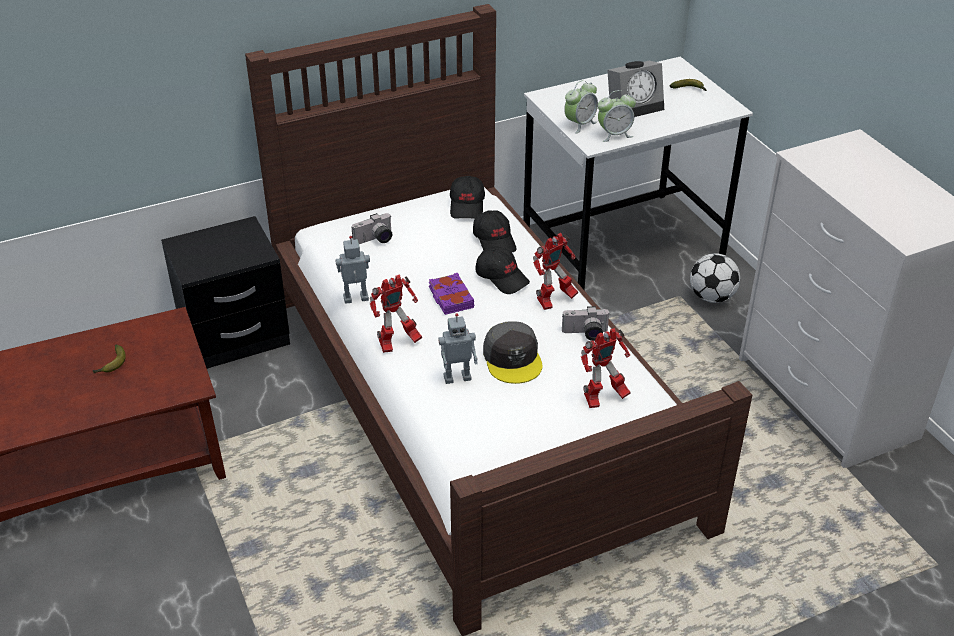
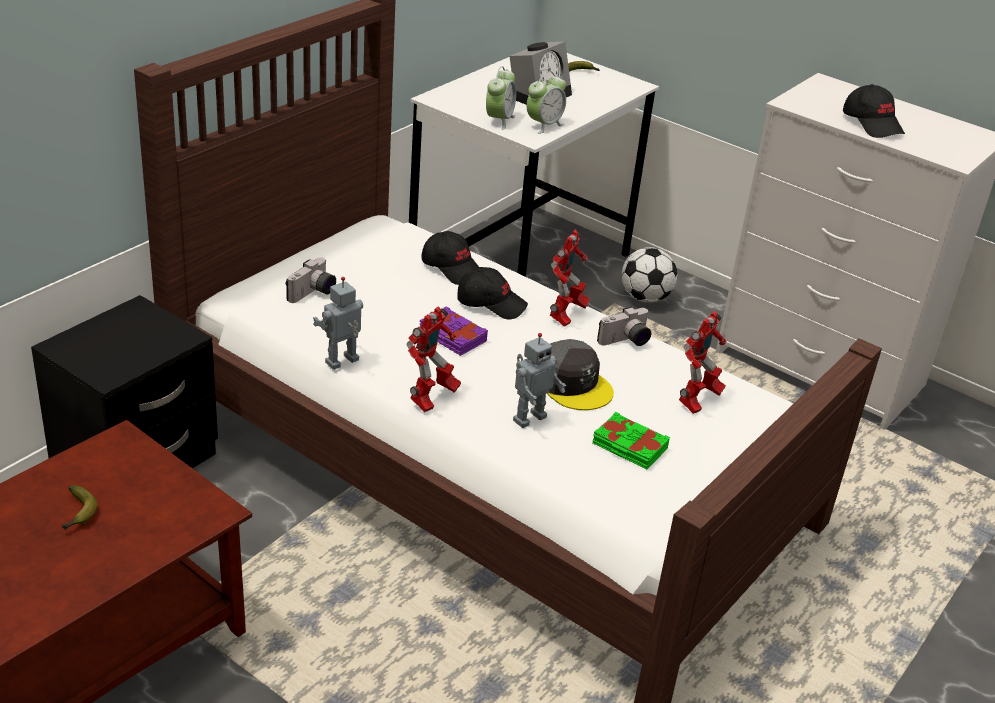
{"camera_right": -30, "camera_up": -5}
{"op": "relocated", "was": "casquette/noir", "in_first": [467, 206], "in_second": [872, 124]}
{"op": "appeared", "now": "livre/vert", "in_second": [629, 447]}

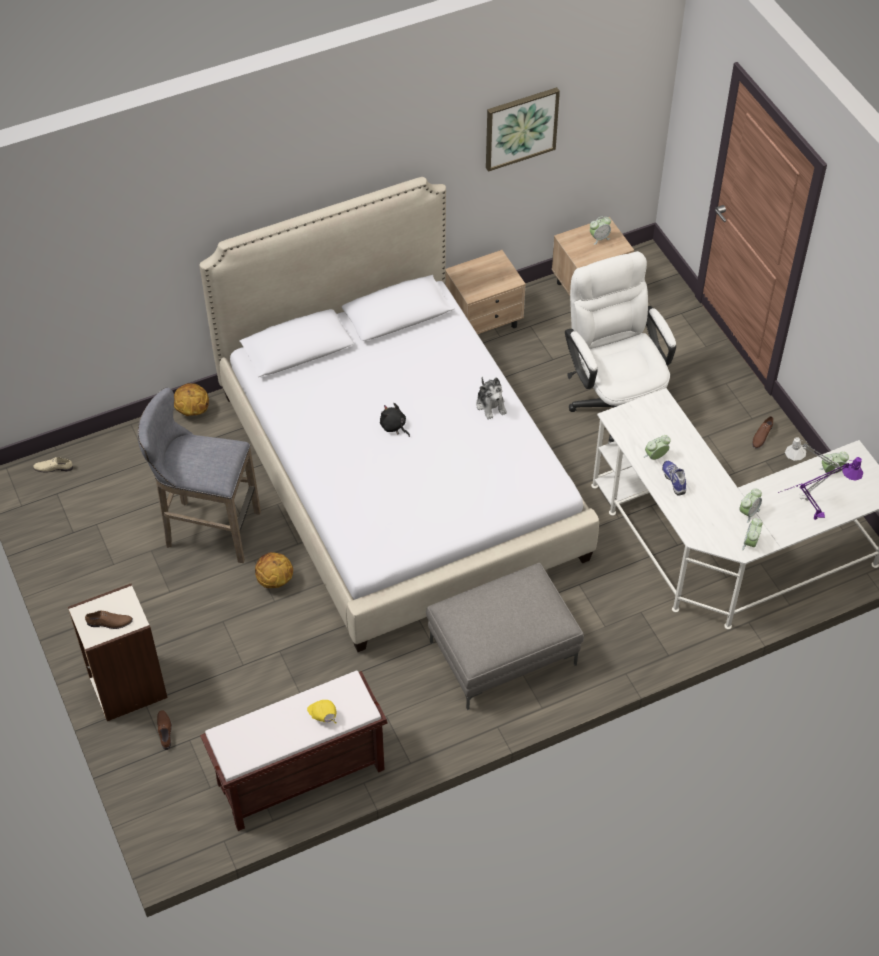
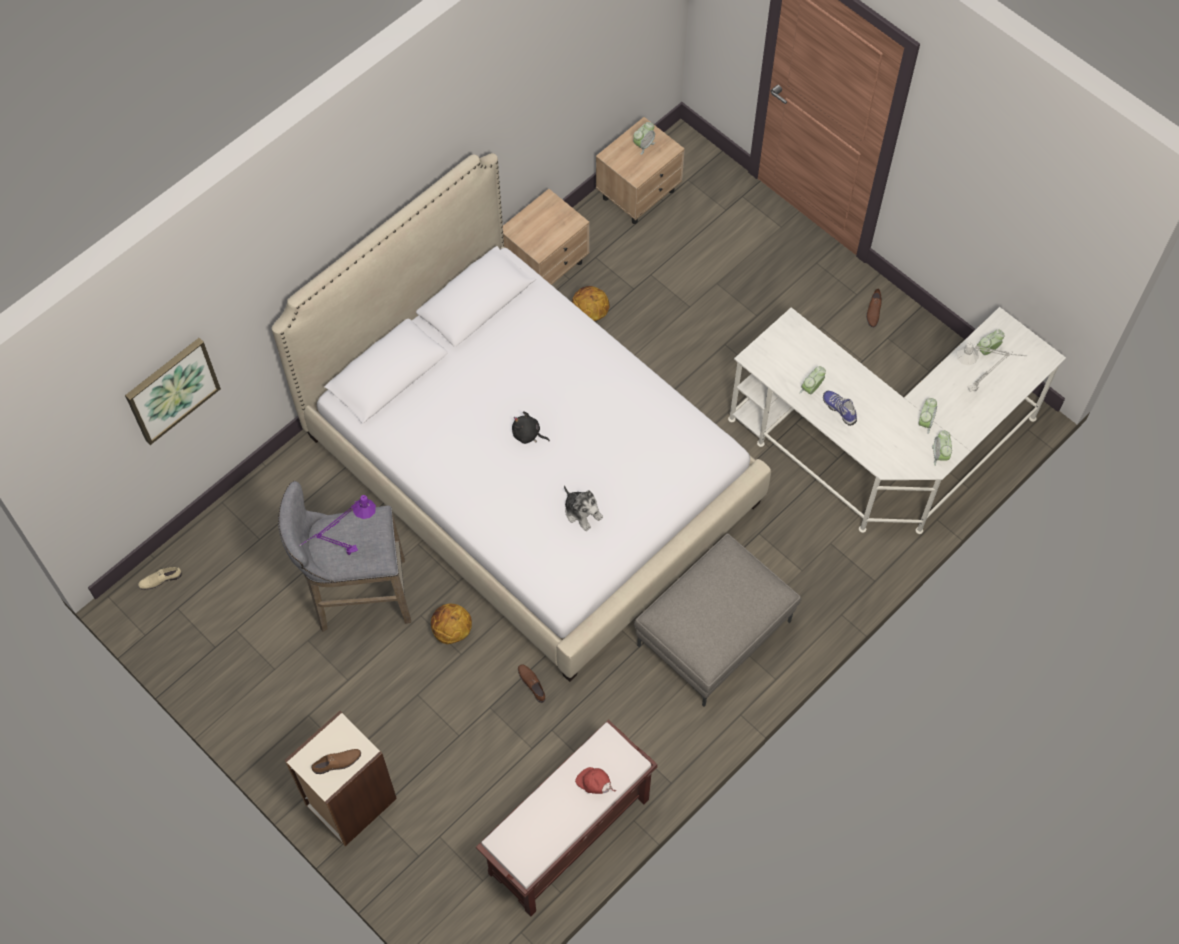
{"camera_right": -20, "camera_up": 10}
{"op": "relocated", "was": "tableau", "in_first": [520, 128], "in_second": [171, 389]}
{"op": "missing", "was": "chaise de bureau/blanc", "in_first": [614, 400]}
{"op": "relocated", "was": "peluche", "in_first": [491, 405], "in_second": [582, 512]}
{"op": "relocated", "was": "ballon de basket", "in_first": [192, 411], "in_second": [589, 314]}
{"op": "relocated", "was": "lampe de table/violet", "in_first": [809, 519], "in_second": [343, 556]}
{"op": "colour", "was": "casquette/jaune", "now": "casquette/rouge", "in_first": [323, 716], "in_second": [594, 784]}
{"op": "relocated", "was": "chaussure/marron", "in_first": [165, 731], "in_second": [532, 684]}

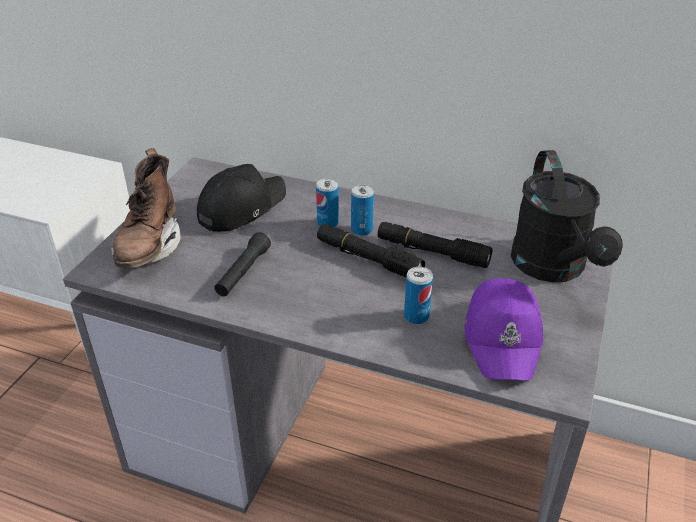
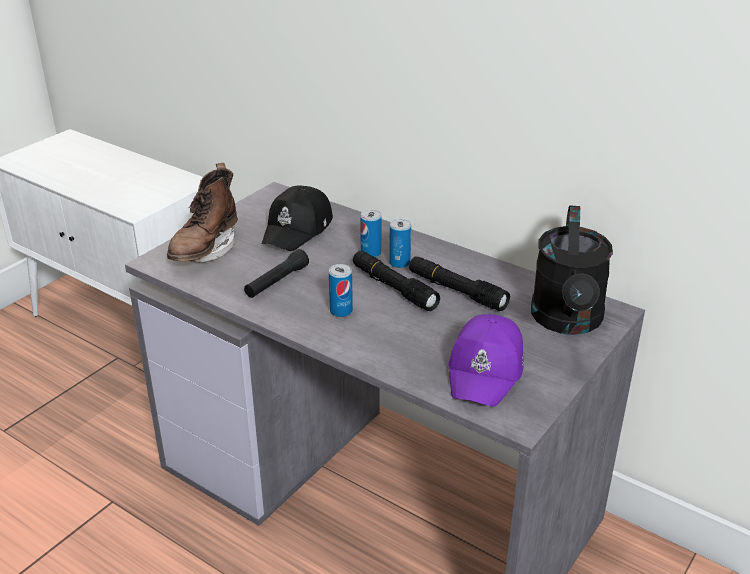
{"camera_right": 15, "camera_up": -5}
{"op": "spun", "was": "casquette/noir", "in_first": [241, 207], "in_second": [298, 229], "clockwise": 150}
{"op": "relocated", "was": "boîte métallique", "in_first": [416, 316], "in_second": [341, 311]}

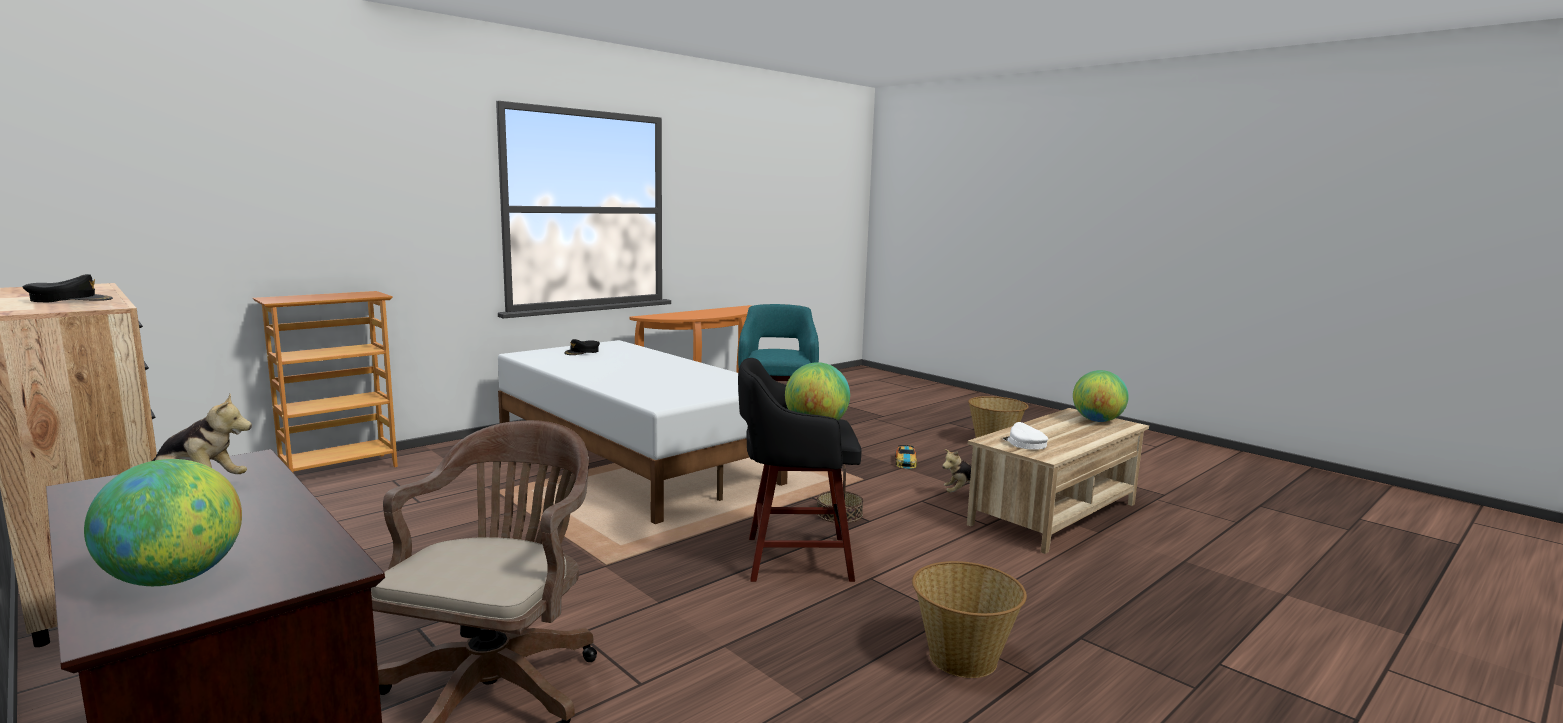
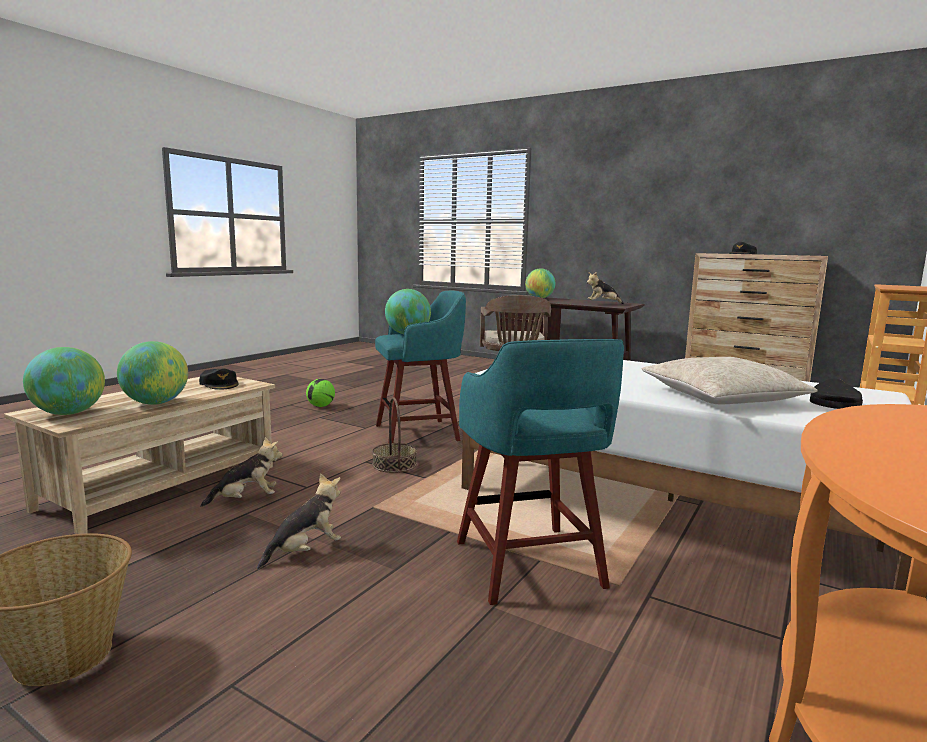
{"camera_right": 165, "camera_up": 0}
{"op": "colour", "was": "tabouret/noir", "now": "tabouret/turquoise", "in_first": [794, 558], "in_second": [420, 432]}
{"op": "colour", "was": "casquette/blanc", "now": "casquette/noir", "in_first": [1024, 443], "in_second": [219, 384]}
{"op": "exchanged", "was": "petite voiture", "now": "peluche", "in_first": [905, 462], "in_second": [305, 551]}
{"op": "exchanged", "was": "panier", "now": "ballon de foot", "in_first": [962, 657], "in_second": [320, 406]}
{"op": "appeared", "now": "globe", "in_second": [156, 403]}
{"op": "appeared", "now": "coussin/beige", "in_second": [722, 397]}

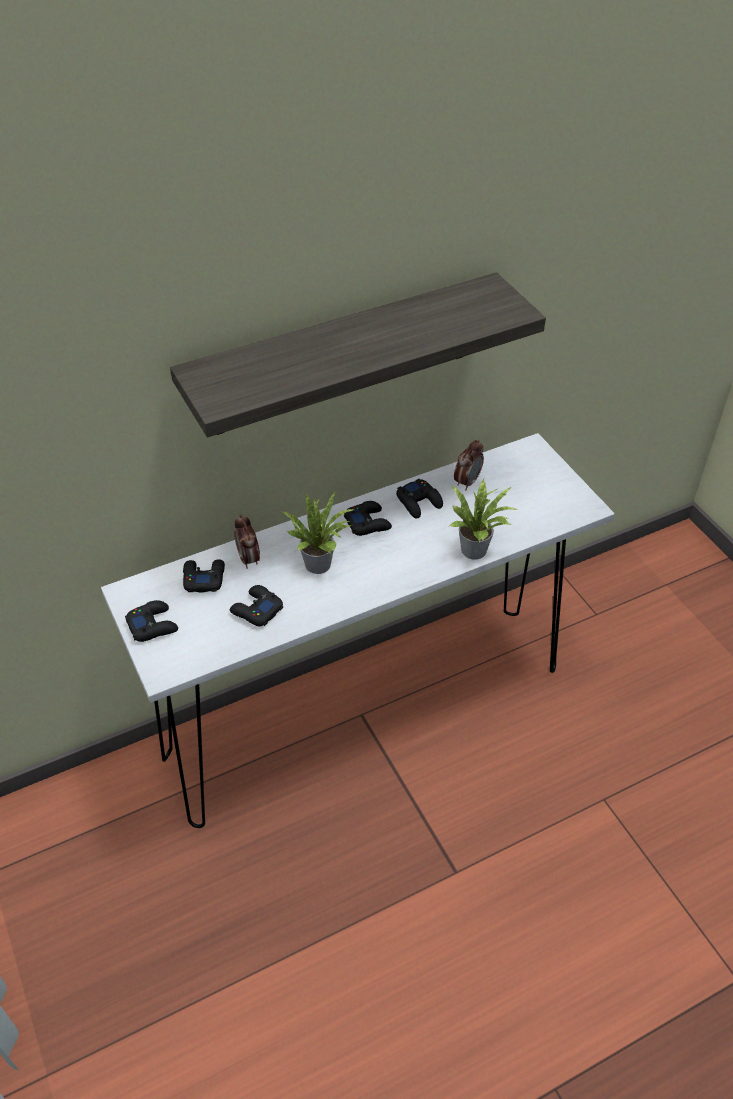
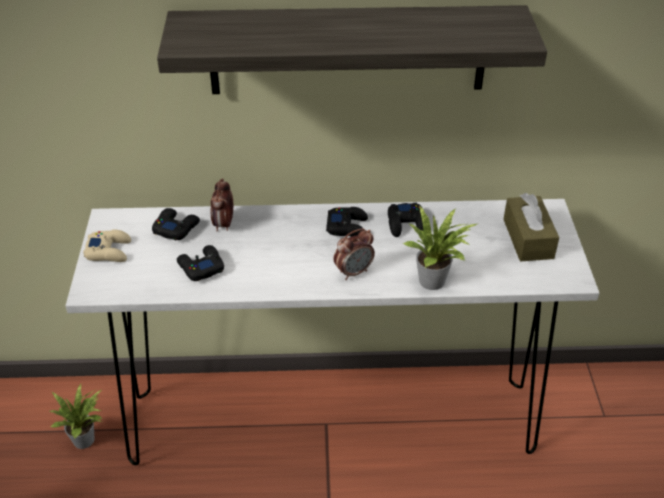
{"camera_right": 25, "camera_up": -5}
{"op": "relocated", "was": "réveil", "in_first": [467, 481], "in_second": [354, 272]}
{"op": "relocated", "was": "plante en pot", "in_first": [320, 562], "in_second": [87, 439]}
{"op": "colour", "was": "manette/noir", "now": "manette/beige", "in_first": [153, 625], "in_second": [109, 251]}
{"op": "appeared", "now": "boîte à mouchoirs/marron", "in_second": [528, 238]}

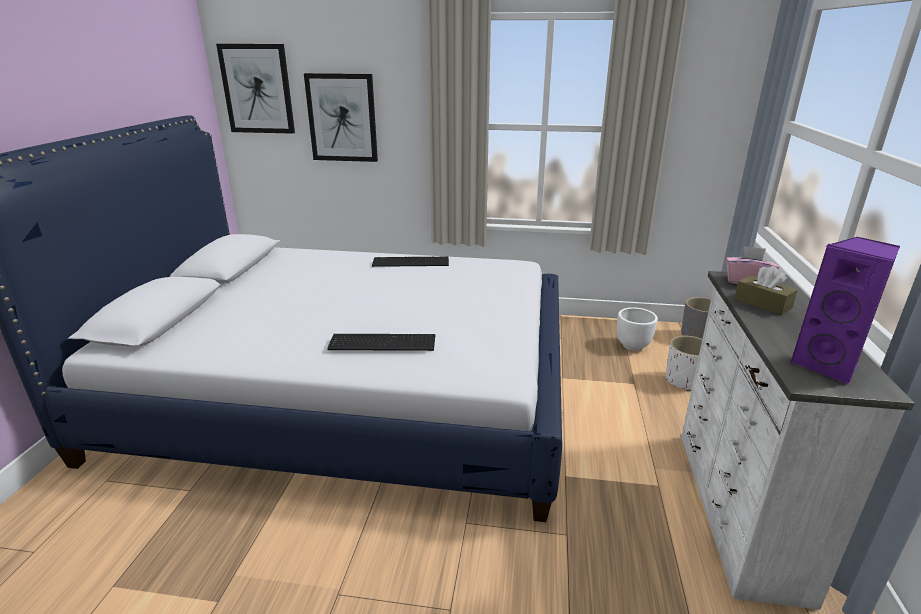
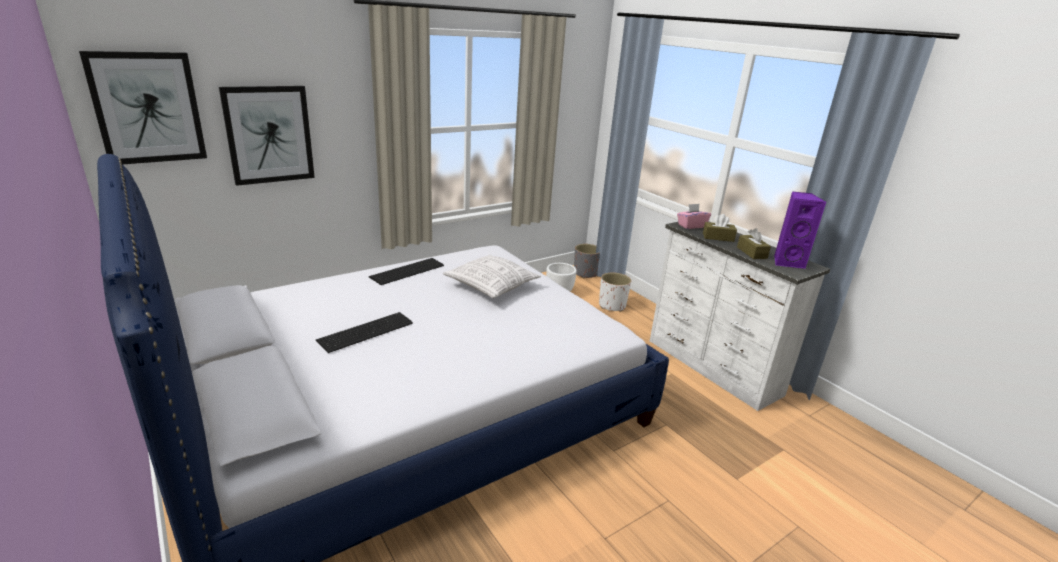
{"camera_right": -45, "camera_up": 0}
{"op": "relocated", "was": "clavier", "in_first": [381, 341], "in_second": [364, 331]}
{"op": "appeared", "now": "boîte à mouchoirs/marron", "in_second": [751, 253]}
{"op": "appeared", "now": "coussin", "in_second": [491, 286]}

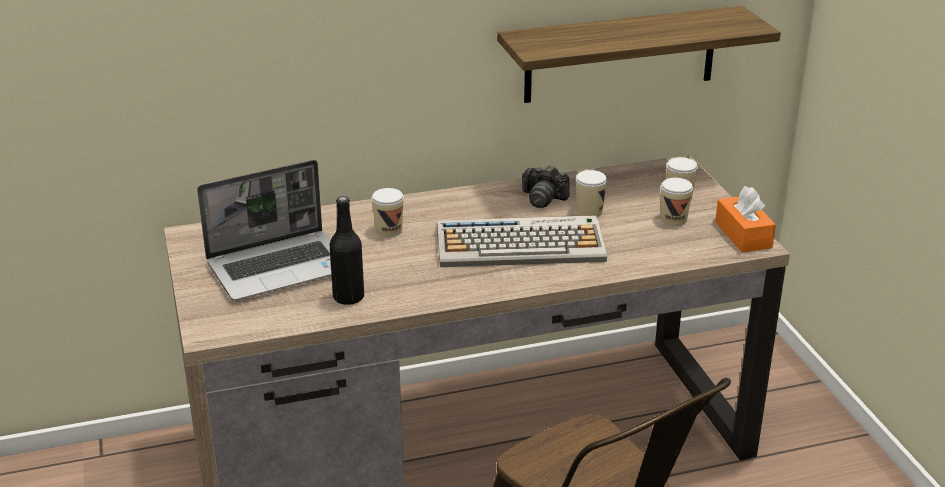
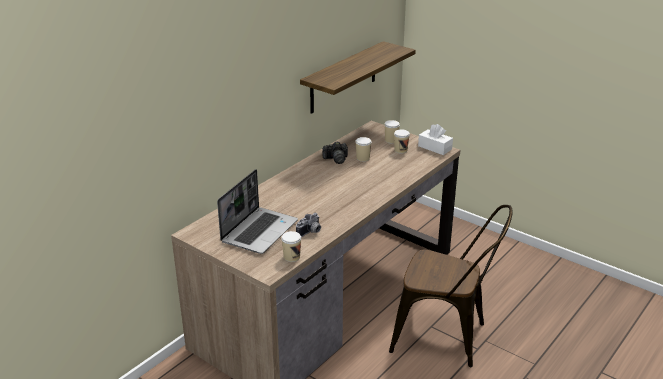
{"camera_right": -35, "camera_up": 0}
{"op": "colour", "was": "boîte à mouchoirs/orange", "now": "boîte à mouchoirs/blanc", "in_first": [743, 235], "in_second": [434, 148]}
{"op": "relocated", "was": "tasse", "in_first": [389, 230], "in_second": [291, 257]}
{"op": "exchanged", "was": "bouteille/noir", "now": "appareil photo", "in_first": [348, 297], "in_second": [310, 232]}
{"op": "missing", "was": "clavier", "in_first": [521, 244]}

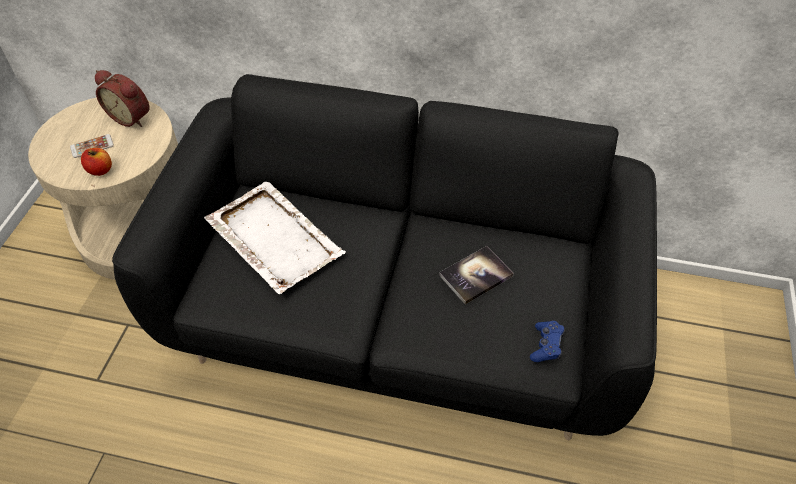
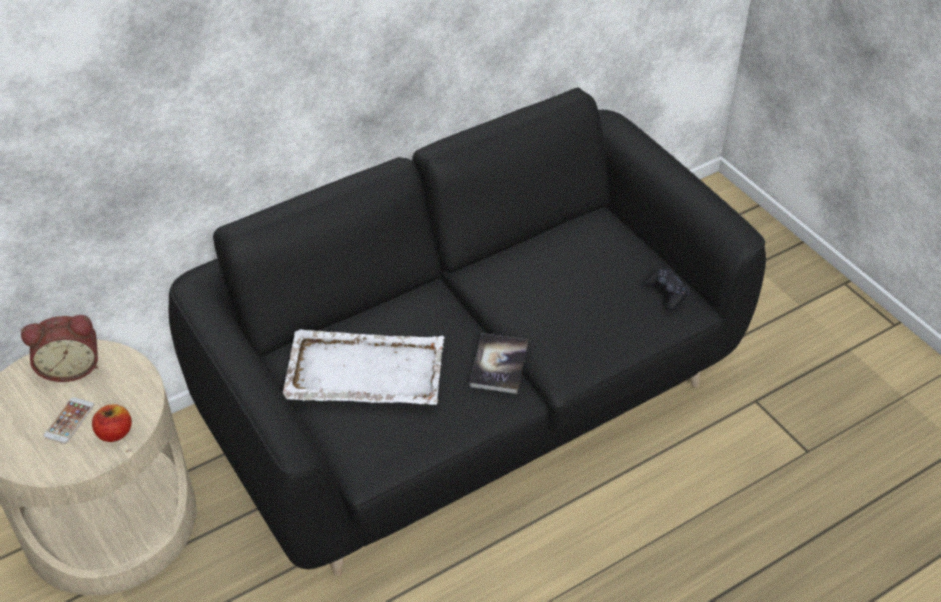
{"camera_right": -45, "camera_up": -5}
{"op": "relocated", "was": "livre", "in_first": [476, 275], "in_second": [499, 364]}
{"op": "colour", "was": "manette/bleu", "now": "manette/noir", "in_first": [546, 345], "in_second": [667, 293]}

